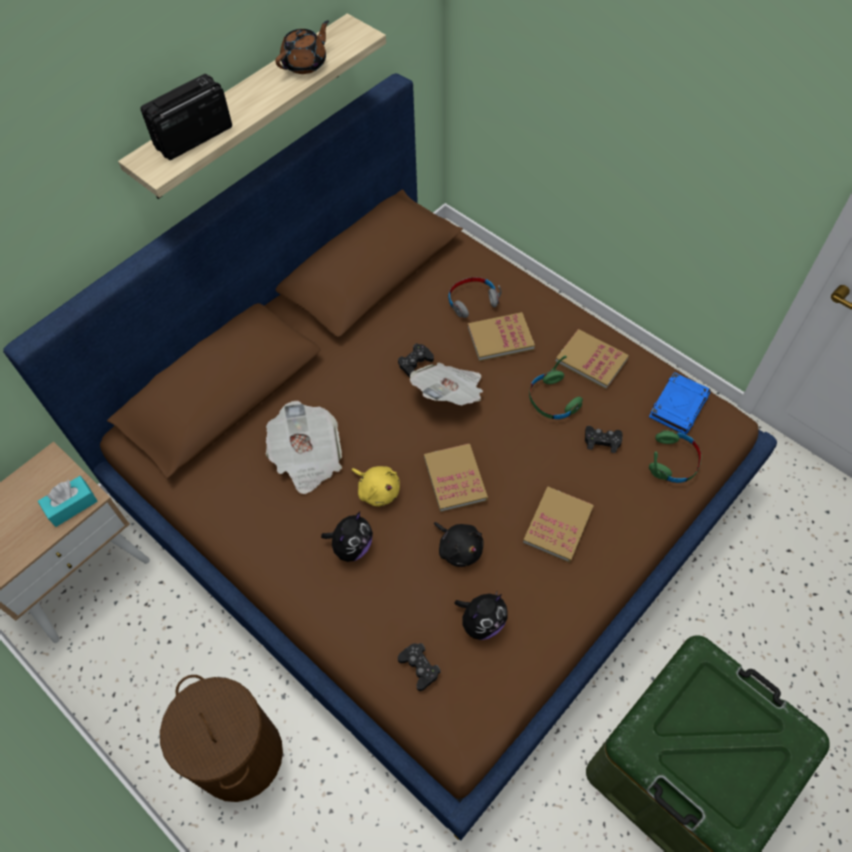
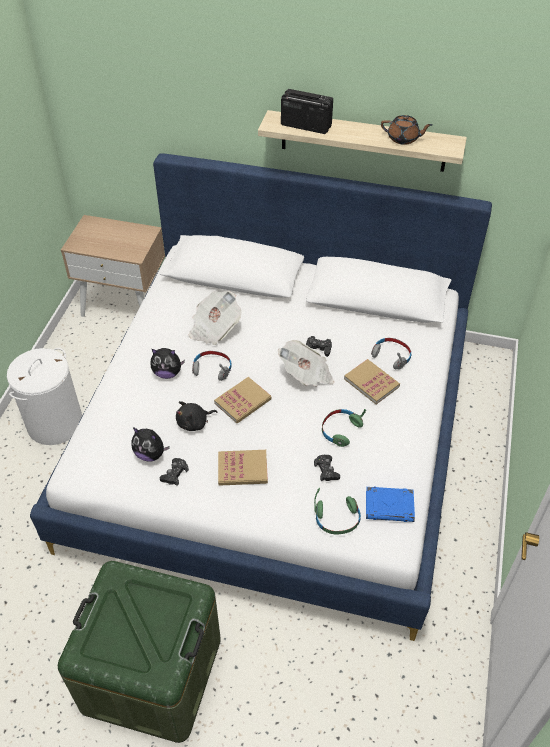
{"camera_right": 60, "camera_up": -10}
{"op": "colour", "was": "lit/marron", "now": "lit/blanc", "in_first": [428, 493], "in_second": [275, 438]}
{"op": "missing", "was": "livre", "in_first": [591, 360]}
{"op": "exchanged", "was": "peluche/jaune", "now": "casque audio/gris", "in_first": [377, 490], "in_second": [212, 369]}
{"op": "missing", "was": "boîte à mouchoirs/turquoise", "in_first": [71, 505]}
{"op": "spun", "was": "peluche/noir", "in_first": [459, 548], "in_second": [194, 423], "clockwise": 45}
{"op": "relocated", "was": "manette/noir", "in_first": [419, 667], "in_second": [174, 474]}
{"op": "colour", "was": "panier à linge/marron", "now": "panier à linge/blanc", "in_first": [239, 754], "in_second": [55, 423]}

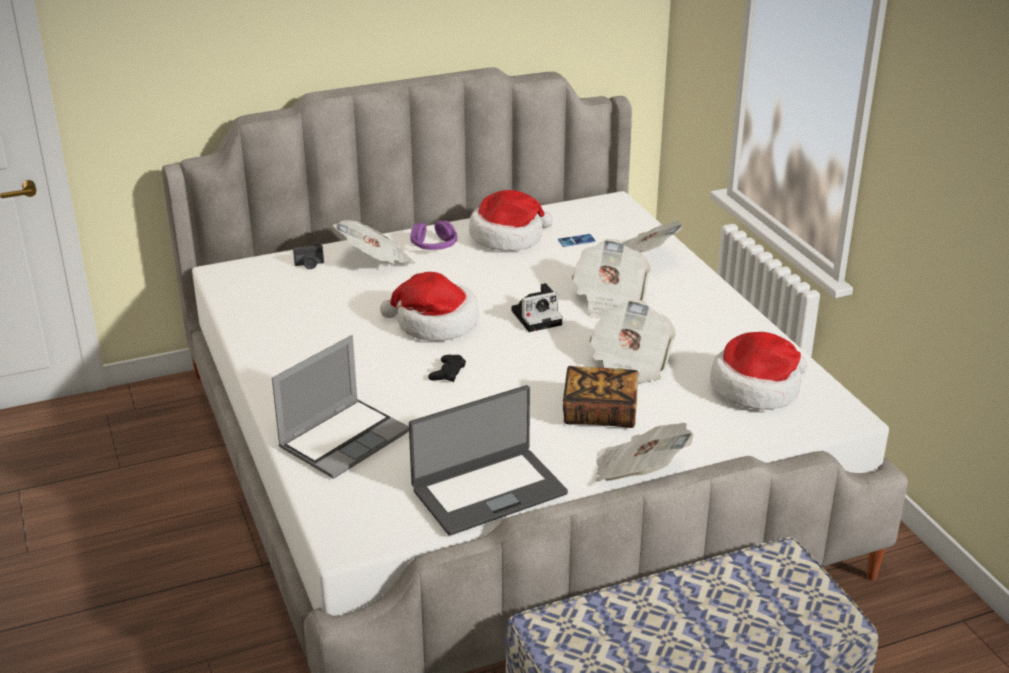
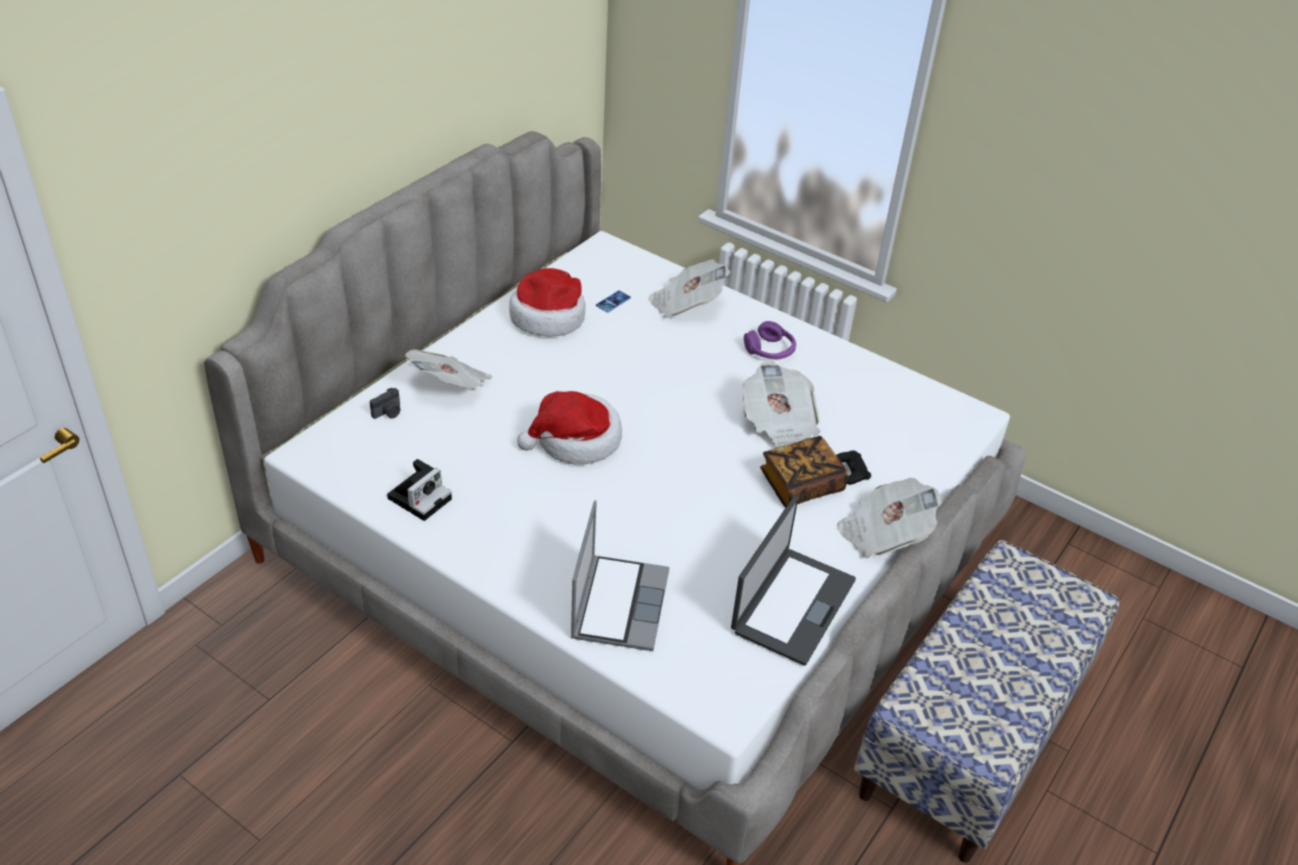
{"camera_right": -35, "camera_up": 10}
{"op": "relocated", "was": "casque audio/violet", "in_first": [434, 246], "in_second": [770, 350]}
{"op": "missing", "was": "journal", "in_first": [609, 299]}
{"op": "relocated", "was": "appareil photo", "in_first": [538, 317], "in_second": [420, 497]}
{"op": "missing", "was": "chapeau", "in_first": [757, 388]}
{"op": "relocated", "was": "manette/noir", "in_first": [447, 372], "in_second": [852, 471]}

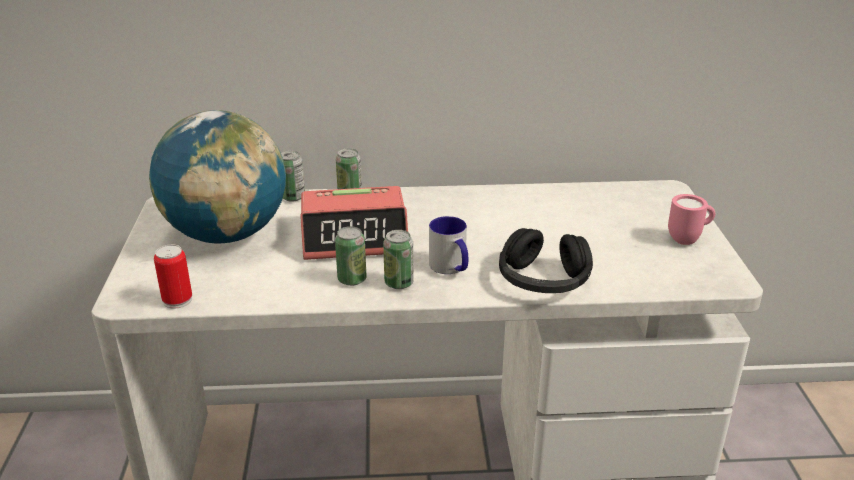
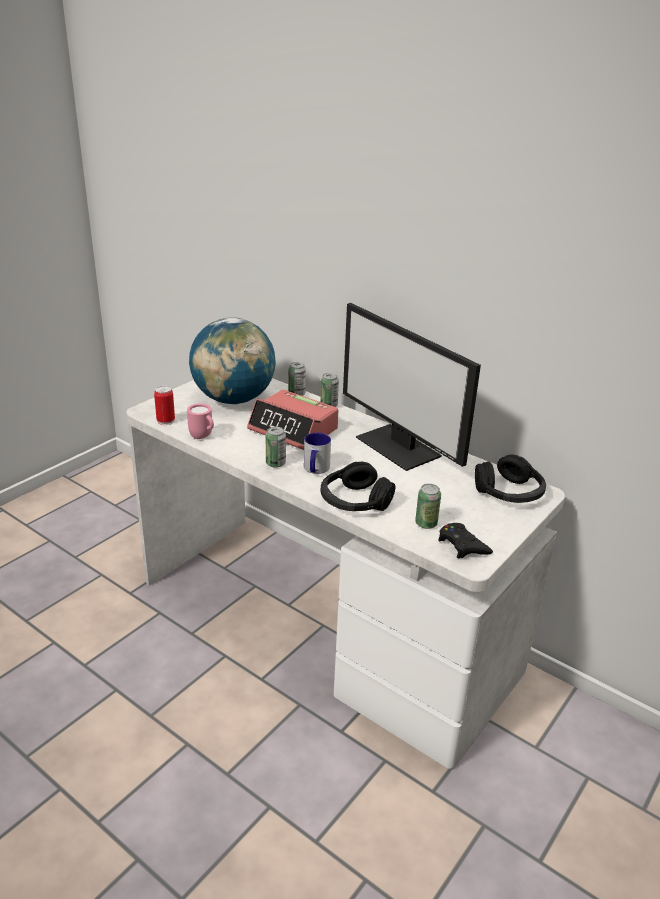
{"camera_right": 40, "camera_up": 0}
{"op": "relocated", "was": "mug/rose", "in_first": [688, 239], "in_second": [203, 437]}
{"op": "relocated", "was": "boîte métallique", "in_first": [352, 279], "in_second": [426, 523]}
{"op": "appeared", "now": "écran d'ordinateur", "in_second": [400, 447]}
{"op": "appeared", "now": "casque audio/noir", "in_second": [509, 493]}
{"op": "appeared", "now": "manette/noir", "in_second": [462, 545]}

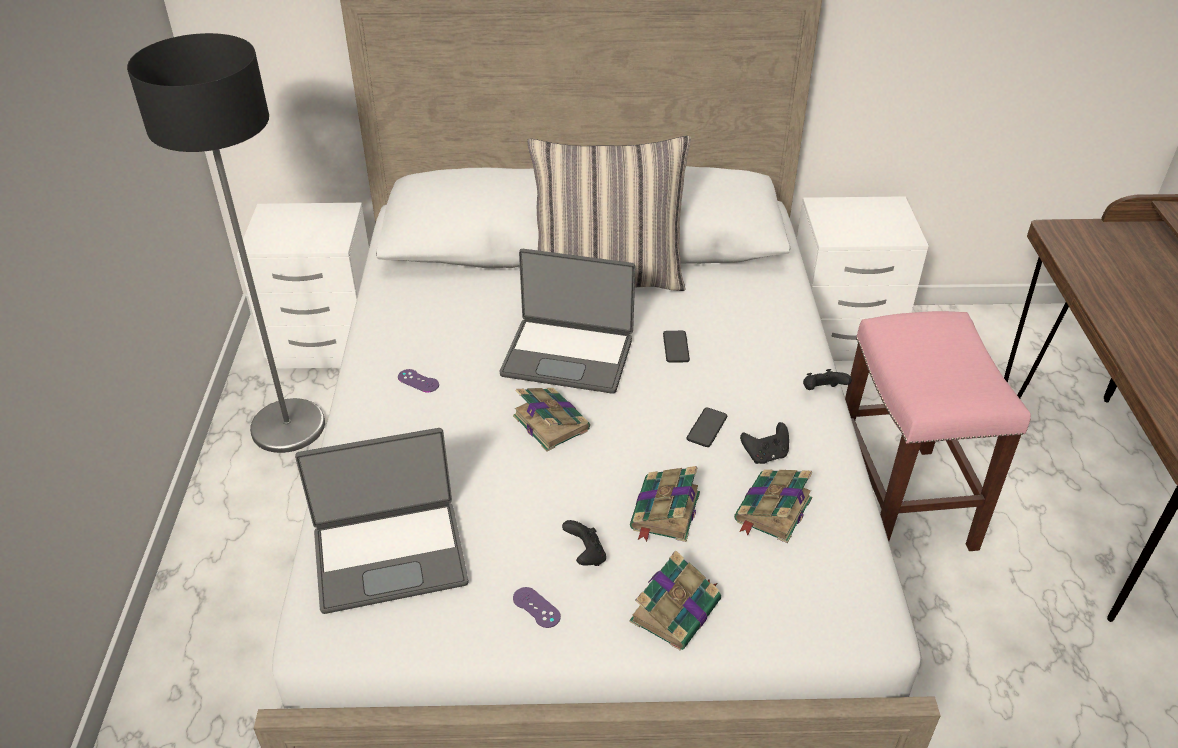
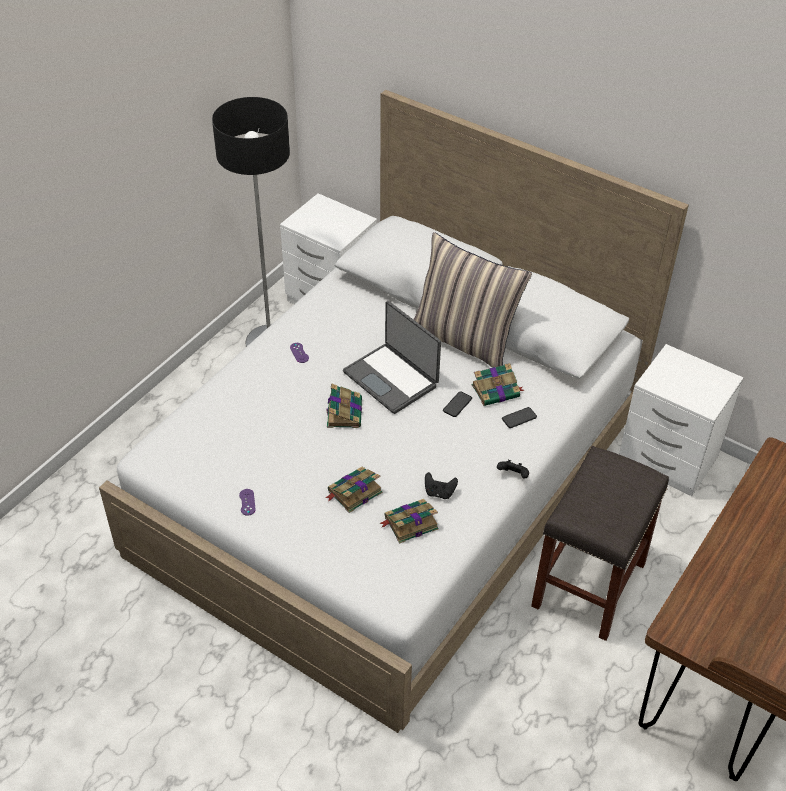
{"camera_right": 35, "camera_up": 5}
{"op": "colour", "was": "tabouret/rose", "now": "tabouret/gris", "in_first": [900, 499], "in_second": [588, 583]}
{"op": "relocated", "was": "téléphone", "in_first": [707, 428], "in_second": [519, 418]}
{"op": "missing", "was": "ordinateur portable", "in_first": [390, 555]}
{"op": "missing", "was": "manette/noir", "in_first": [585, 555]}
{"op": "relocated", "was": "livre", "in_first": [676, 609], "in_second": [496, 391]}

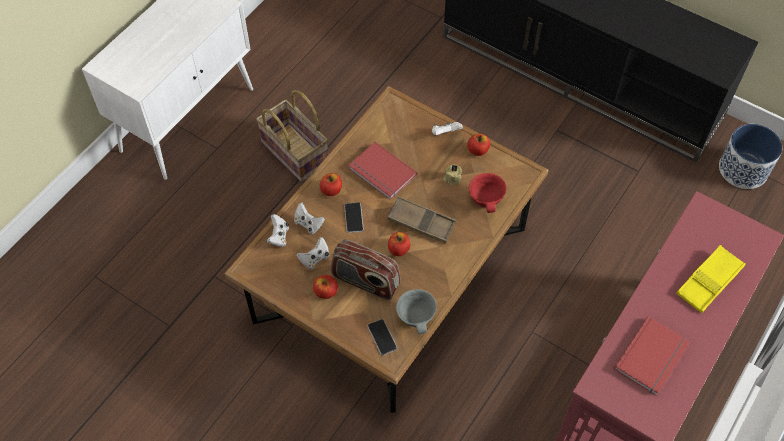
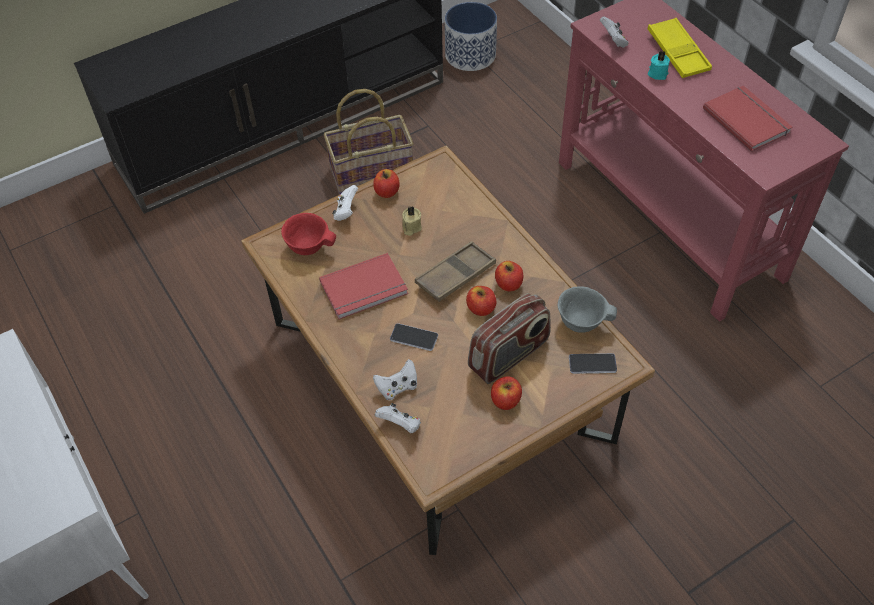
{"camera_right": -65, "camera_up": -5}
{"op": "relocated", "was": "panier", "in_first": [296, 153], "in_second": [371, 171]}
{"op": "relocated", "was": "pomme", "in_first": [331, 190], "in_second": [508, 284]}
{"op": "relocated", "was": "bol/rouge", "in_first": [486, 200], "in_second": [309, 247]}
{"op": "relocated", "was": "manette/blanc", "in_first": [315, 259], "in_second": [613, 41]}
{"op": "appeared", "now": "bougie/turquoise", "in_second": [657, 73]}

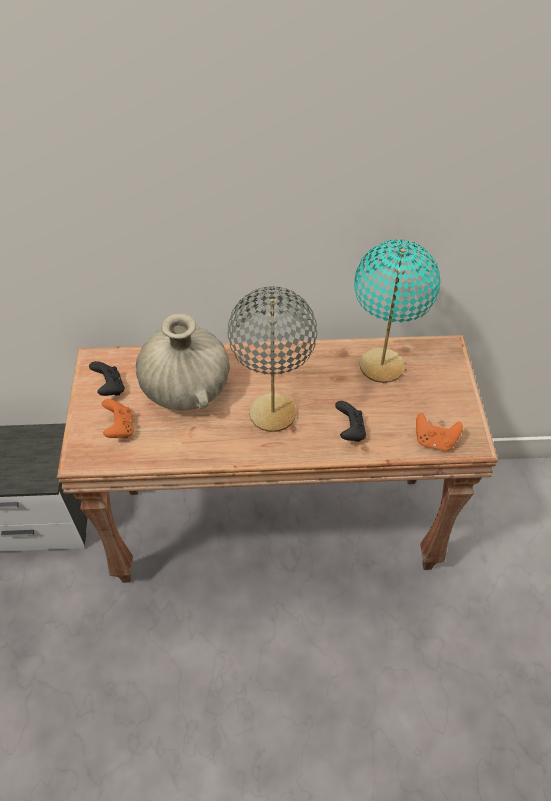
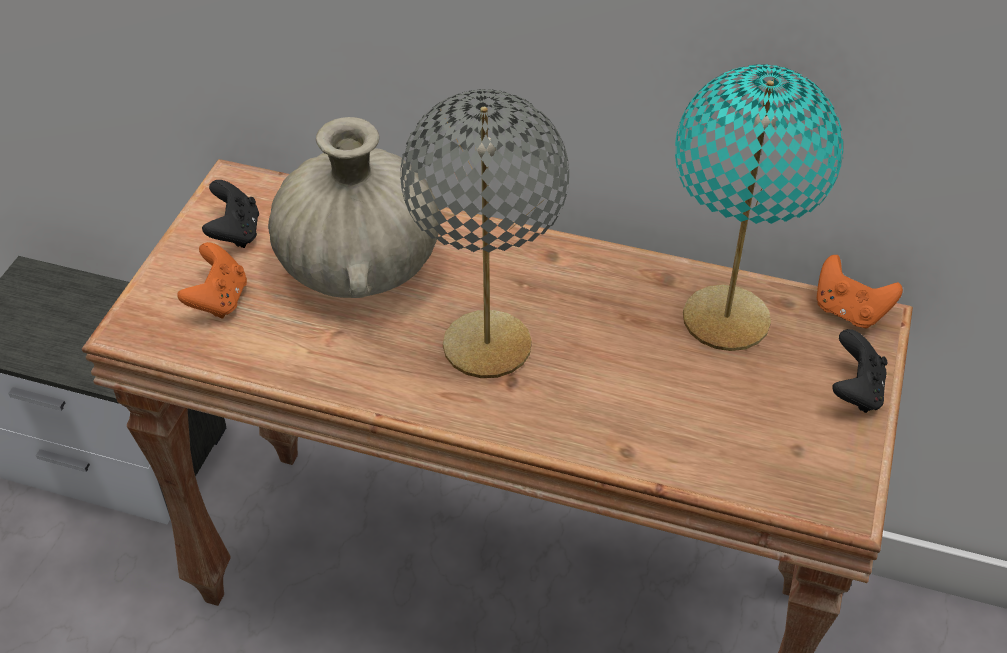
{"camera_right": 20, "camera_up": -5}
{"op": "relocated", "was": "manette/noir", "in_first": [350, 431], "in_second": [855, 391]}
{"op": "relocated", "was": "manette/orange", "in_first": [434, 441], "in_second": [849, 311]}

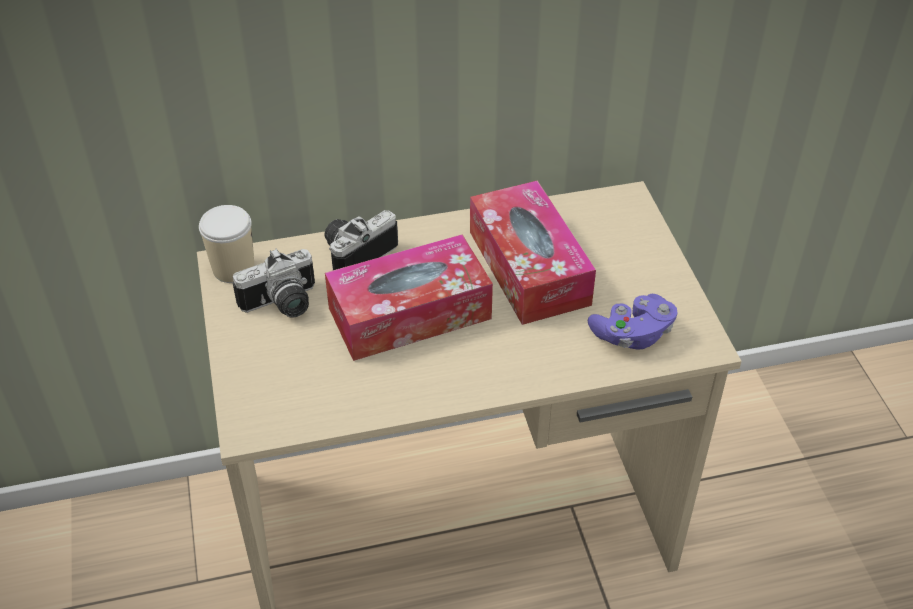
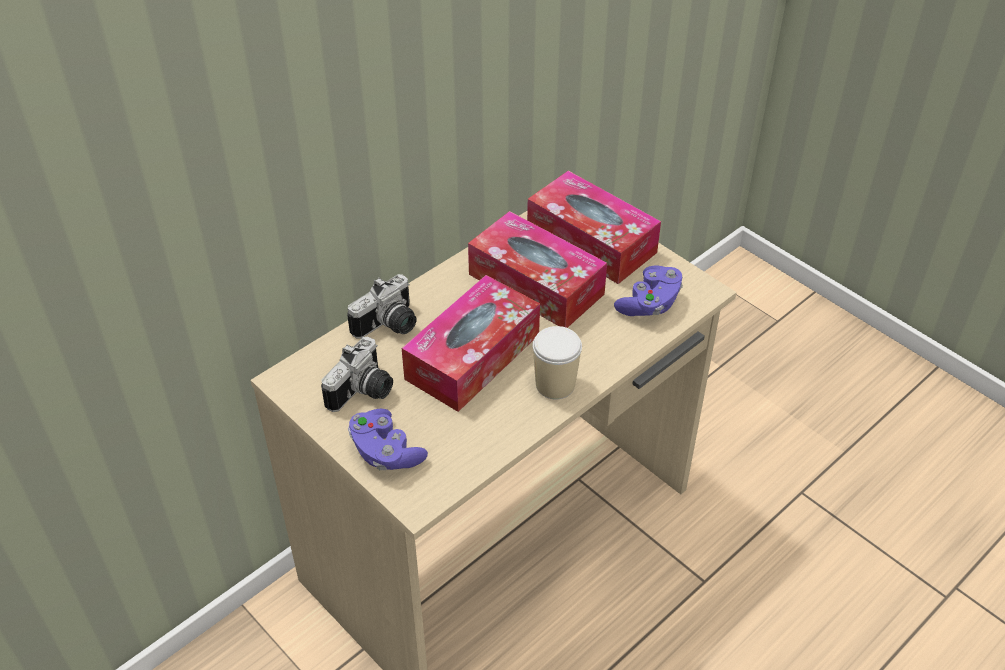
{"camera_right": -30, "camera_up": 0}
{"op": "relocated", "was": "tasse", "in_first": [233, 269], "in_second": [555, 384]}
{"op": "spun", "was": "appareil photo", "in_first": [355, 252], "in_second": [389, 326], "clockwise": -150}
{"op": "appeared", "now": "boîte à mouchoirs", "in_second": [591, 241]}
{"op": "appeared", "now": "manette/violet", "in_second": [385, 452]}

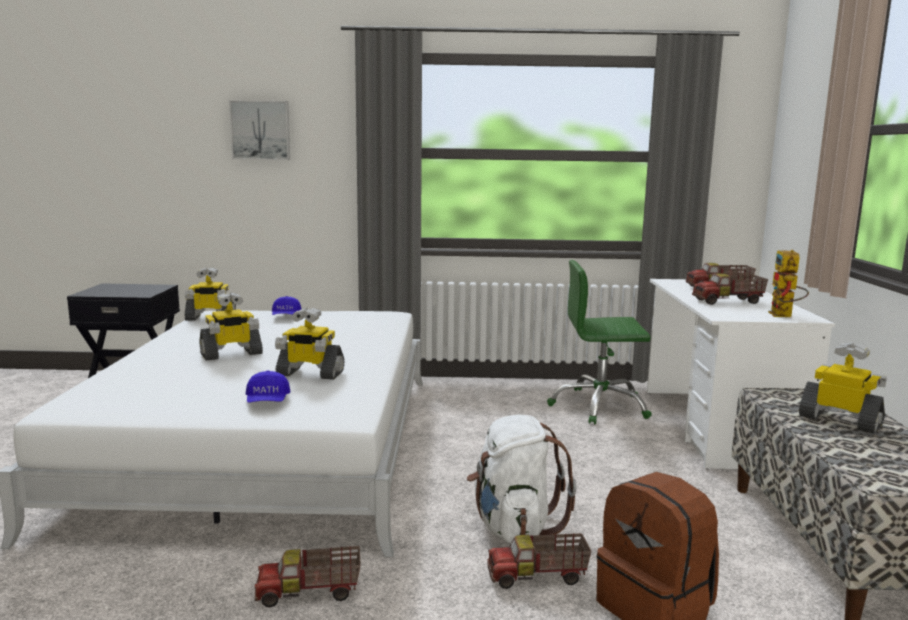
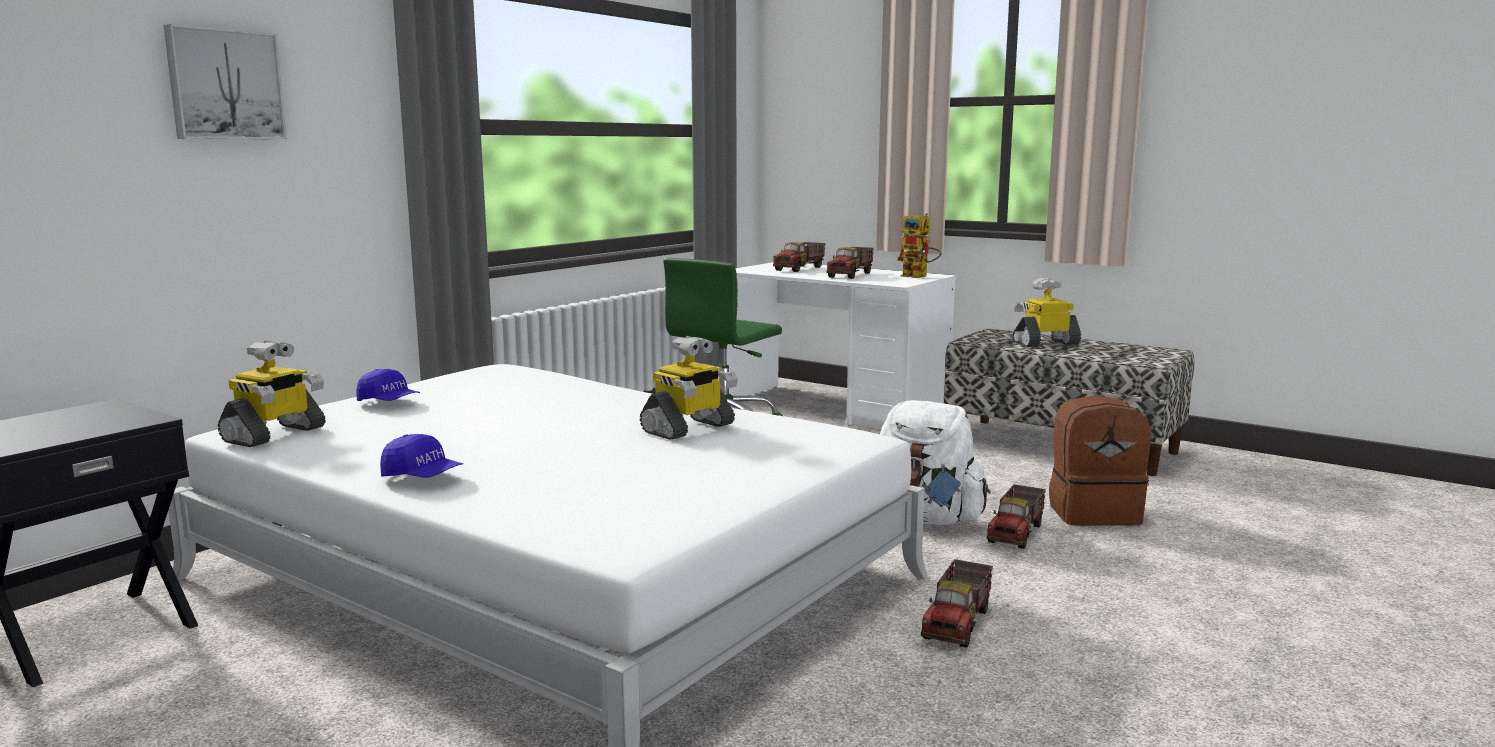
{"camera_right": -55, "camera_up": 0}
{"op": "missing", "was": "robot jouet", "in_first": [231, 354]}
{"op": "relocated", "was": "casquette/bleu", "in_first": [267, 402], "in_second": [422, 477]}

